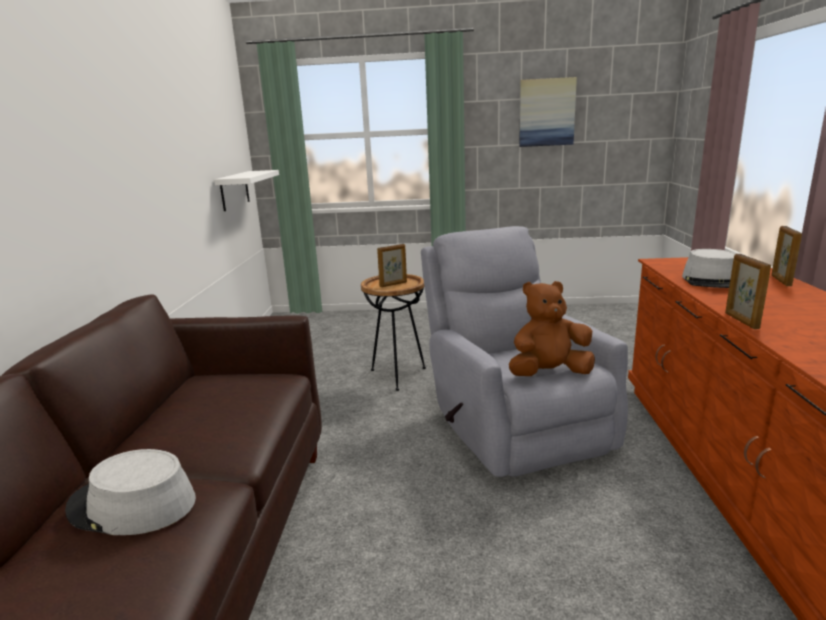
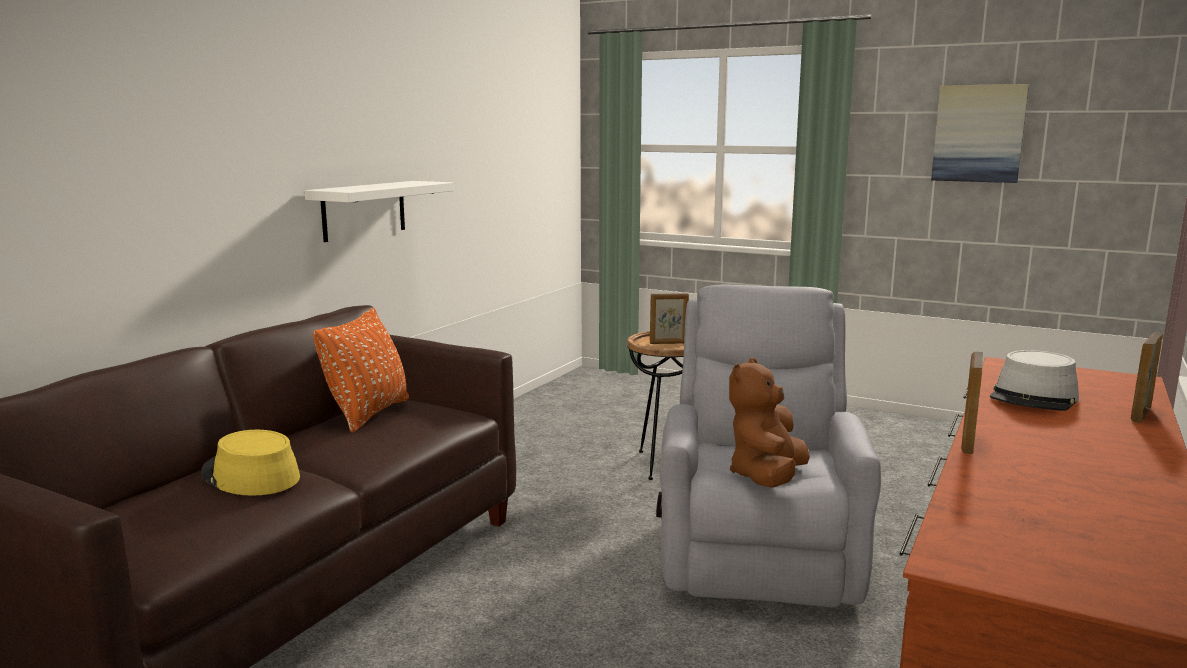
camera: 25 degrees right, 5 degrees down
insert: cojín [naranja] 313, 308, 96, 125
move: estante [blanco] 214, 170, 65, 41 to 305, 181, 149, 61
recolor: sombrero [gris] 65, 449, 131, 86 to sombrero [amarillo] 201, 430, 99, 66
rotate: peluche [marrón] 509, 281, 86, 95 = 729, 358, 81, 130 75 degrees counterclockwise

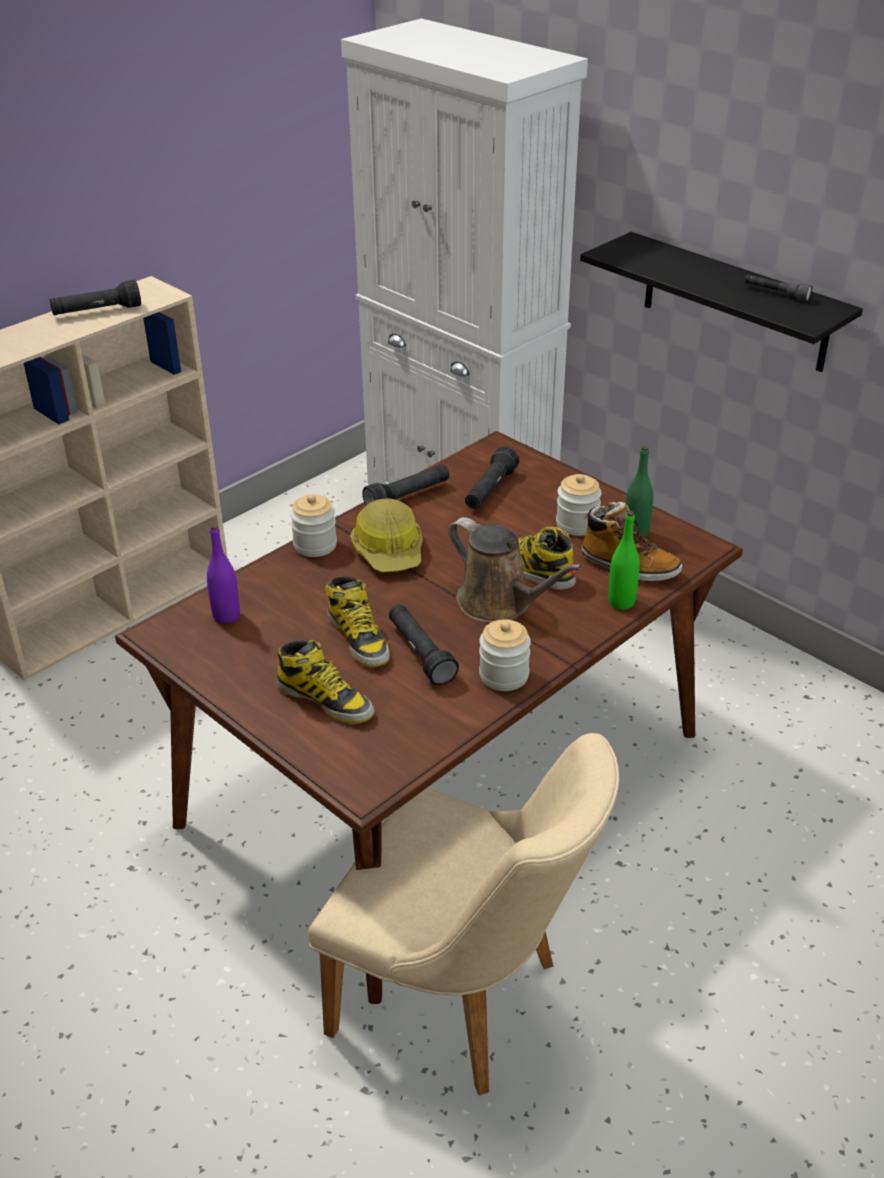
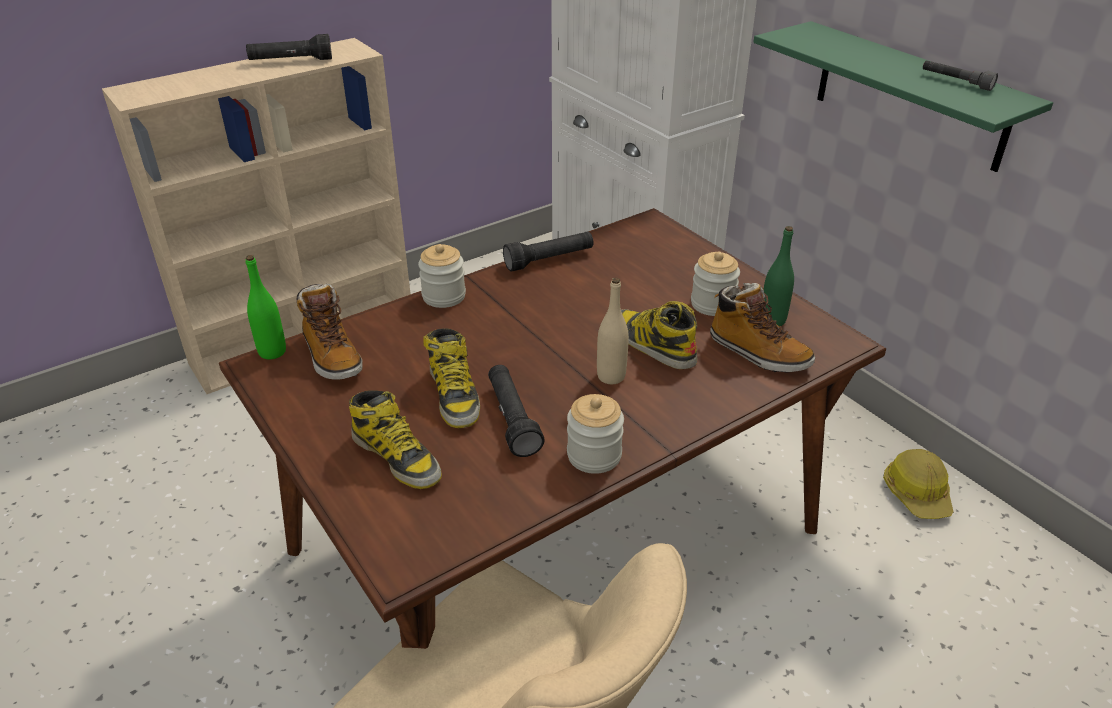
camera: 10 degrees right, 0 degrees up
delete: linterna [negro] 465, 447, 54, 62
move: casco 350, 498, 73, 74 to 883, 449, 71, 70; botella [verde] 608, 511, 32, 99 to 246, 255, 40, 104
replace: botella [morado] 207, 524, 33, 100 to bota 297, 283, 66, 97; regadera [marrón] 448, 517, 134, 106 to botella [beis] 597, 278, 32, 106
recolor: estante [negro] 580, 232, 283, 140 to estante [verde] 753, 21, 300, 151

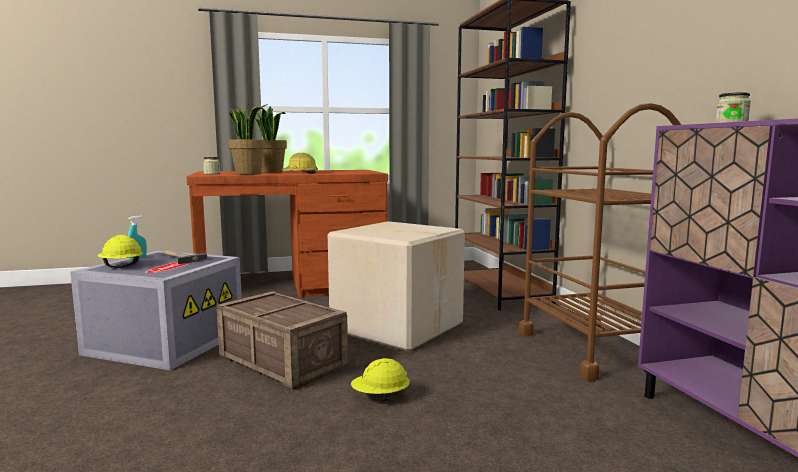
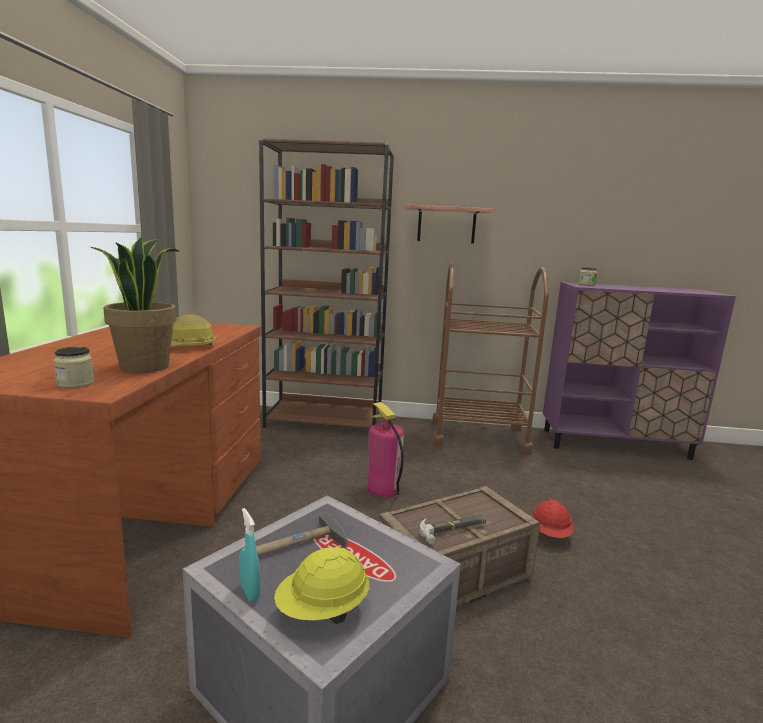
camera: 70 degrees left, 5 degrees up
delete: planta en maceta 255, 106, 32, 67
insert: estante 405, 205, 89, 39; martillo 420, 515, 66, 29
replace: caja de cartón 328, 221, 137, 130 to extintor 368, 402, 36, 95
recolor: casco [amarillo] 351, 358, 59, 44 to casco [rojo] 531, 500, 43, 38

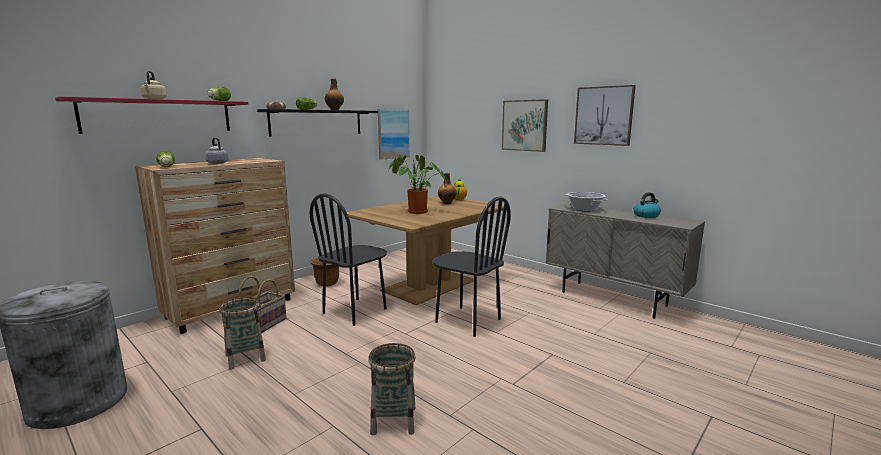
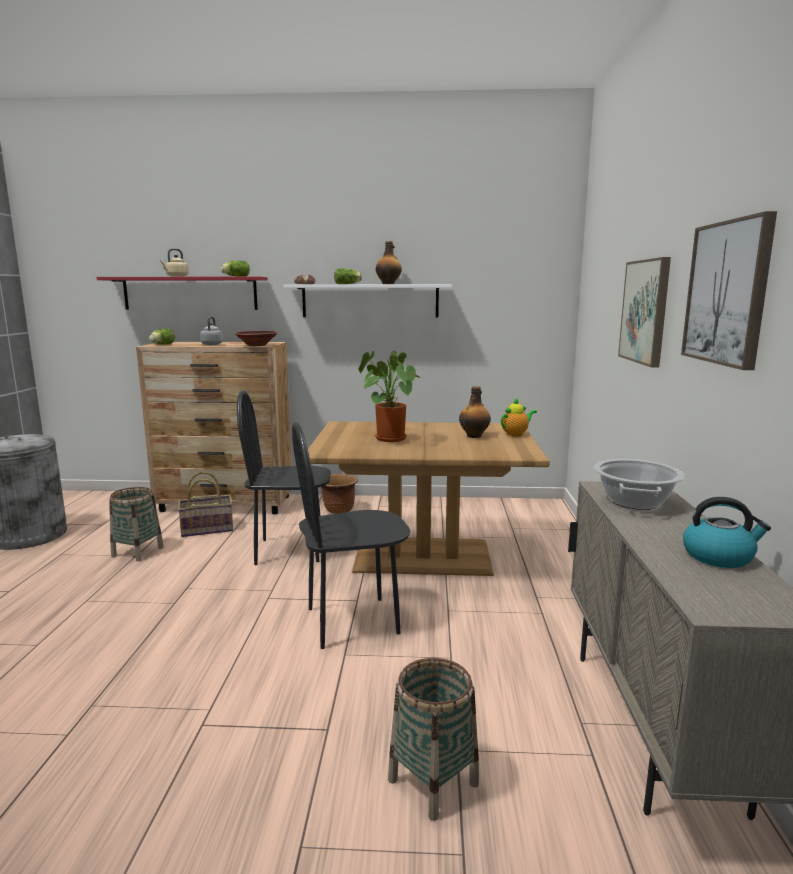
camera: 50 degrees right, 0 degrees up
delete: cuadro 378, 109, 32, 51
insert: cuenco [marrón] 235, 331, 43, 15
move: cesta 368, 343, 48, 92 to 388, 658, 91, 163
recolor: estante [negro] 257, 109, 121, 27 to estante [blanco] 284, 284, 168, 34
rotate: silla [negro] 432, 197, 79, 140 = 292, 422, 118, 227 75 degrees clockwise

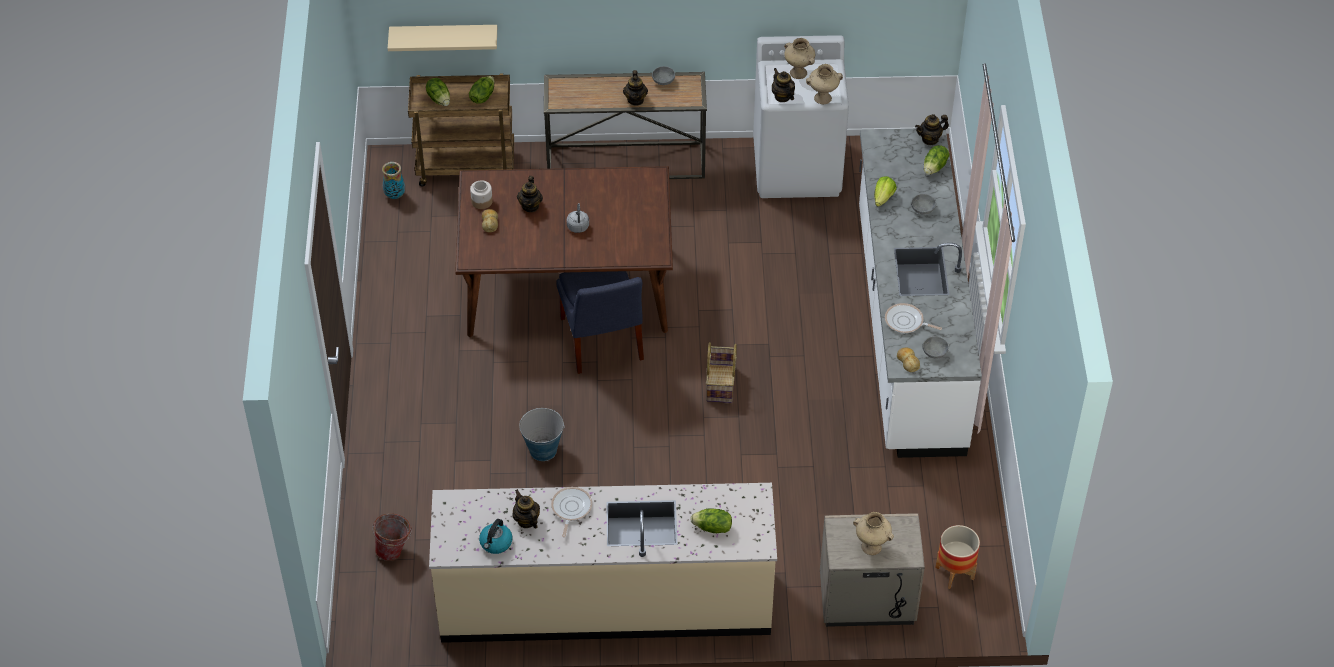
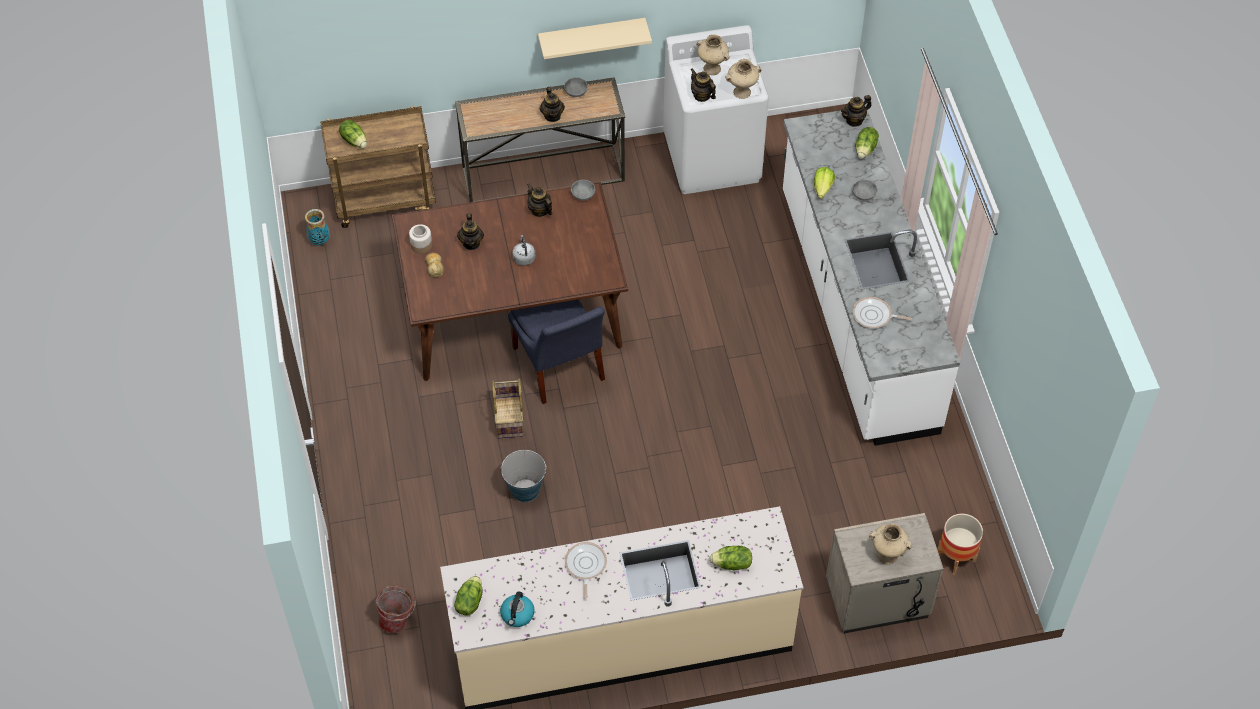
camera: 10 degrees left, 5 degrees up
delete: pan 897, 348, 23, 24
move: estante [beis] 388, 25, 109, 26 to 538, 18, 114, 41; lechuga 469, 76, 26, 28 to 454, 576, 28, 40; tetera 512, 489, 28, 39 to 527, 184, 25, 33; cesta 706, 342, 31, 61 to 492, 379, 32, 59; cuenco [gris] 922, 336, 27, 23 to 571, 180, 24, 21

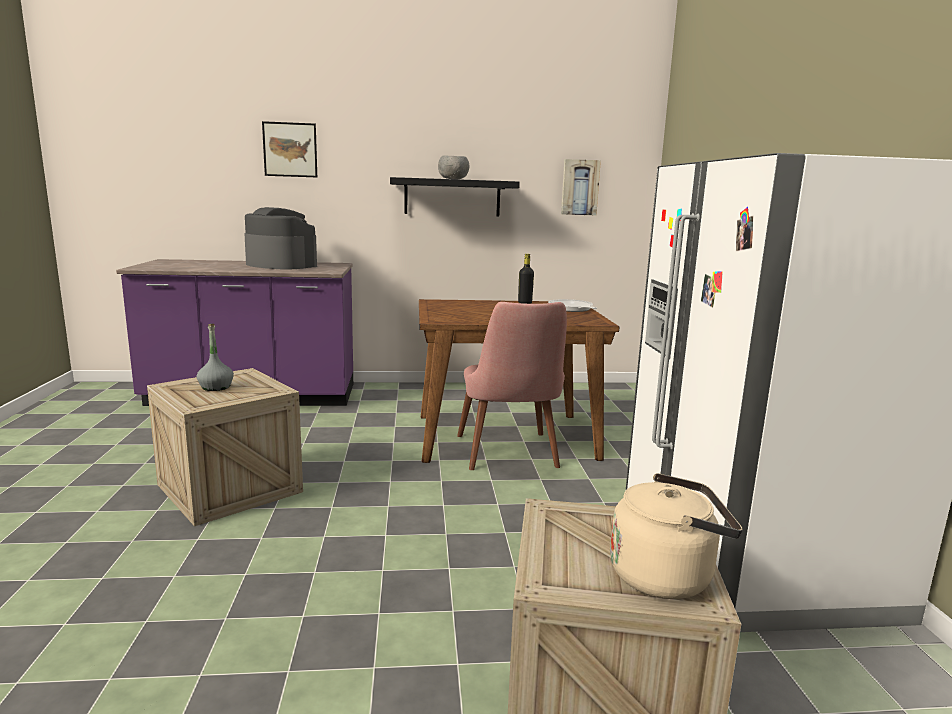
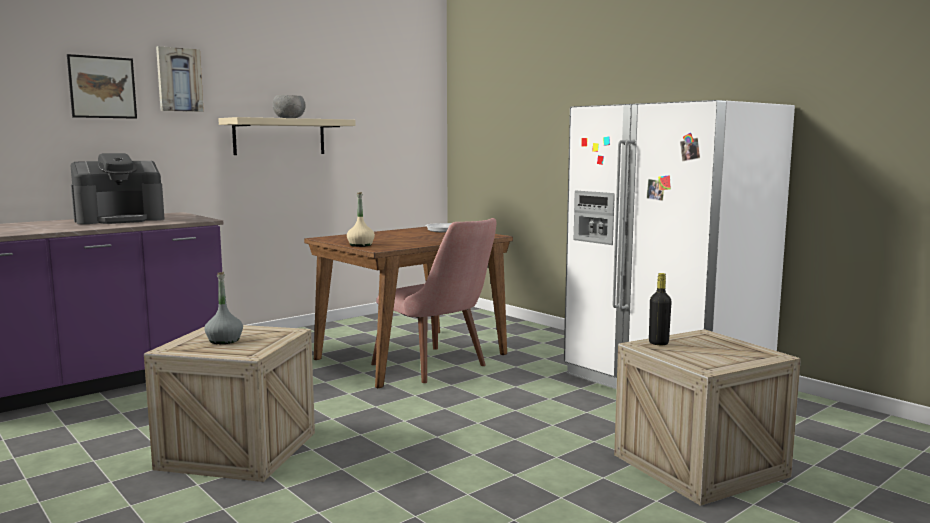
camera: 35 degrees left, 5 degrees down
delete: hervidor [beis] 610, 473, 132, 126
insert: botella [beis] 347, 192, 28, 55
move: botella [negro] 518, 254, 16, 50 to 649, 273, 23, 72; cuadro 561, 159, 40, 56 to 156, 46, 48, 66
recolor: estante [negro] 390, 177, 130, 39 to estante [beis] 218, 117, 138, 38
rotate: cafetera 244, 207, 73, 62 = 70, 153, 95, 71 150 degrees clockwise

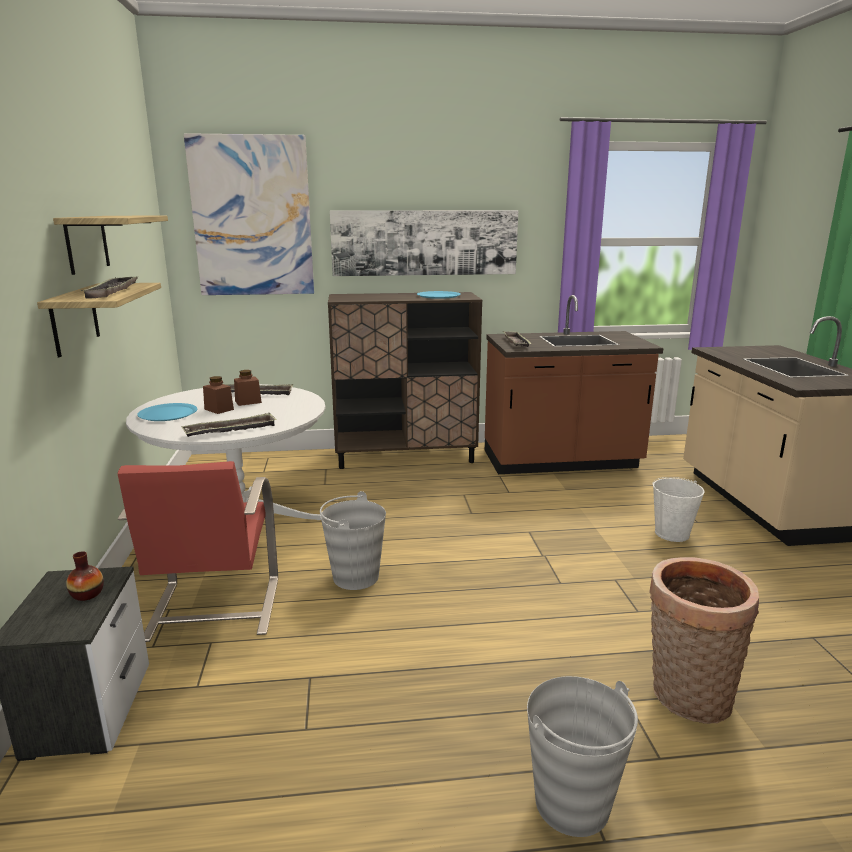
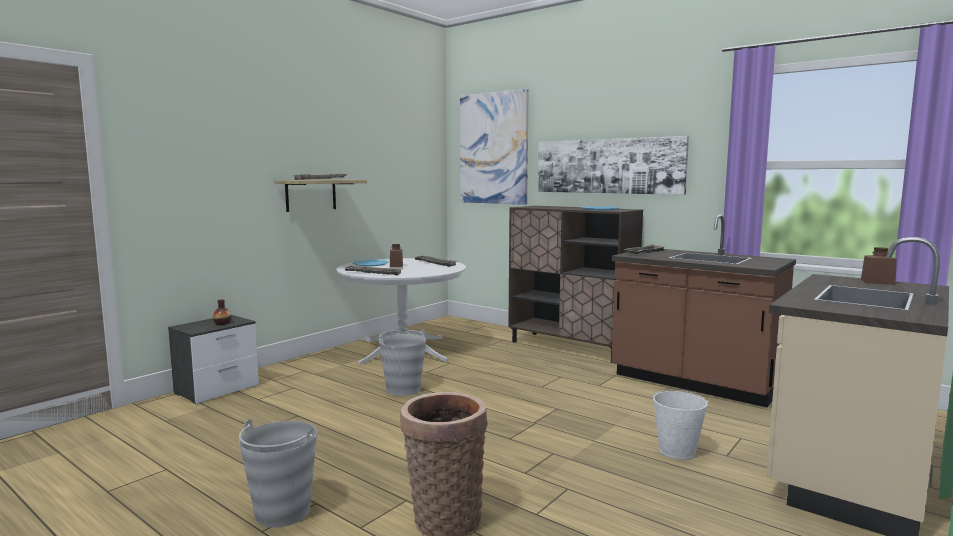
camera: 45 degrees right, 10 degrees down
delete: estante 53, 216, 115, 59; silla [rojo] 118, 461, 160, 181
move: tarro [marrón] 234, 370, 28, 36 to 861, 247, 36, 38

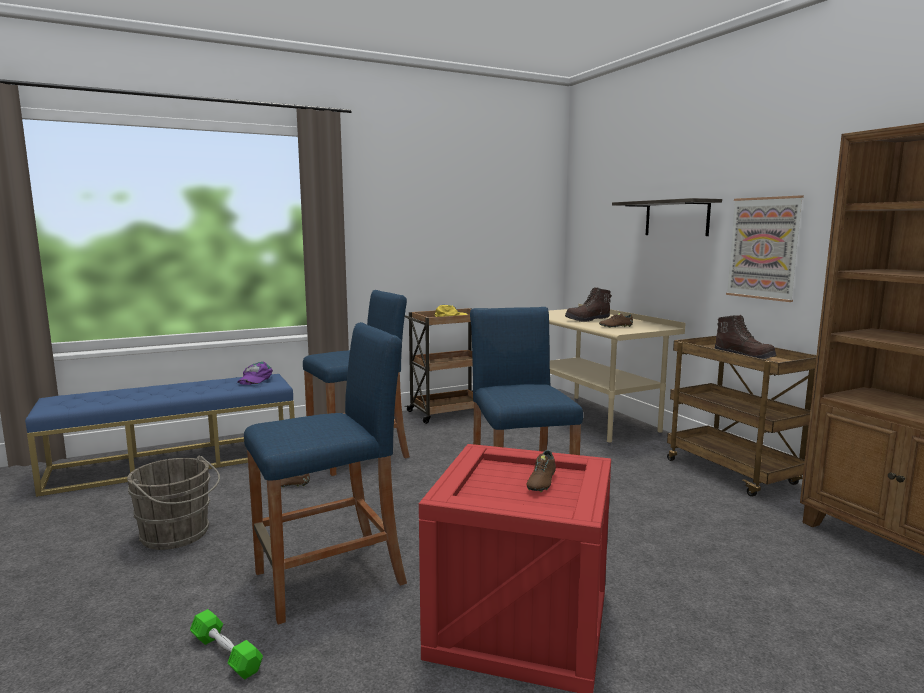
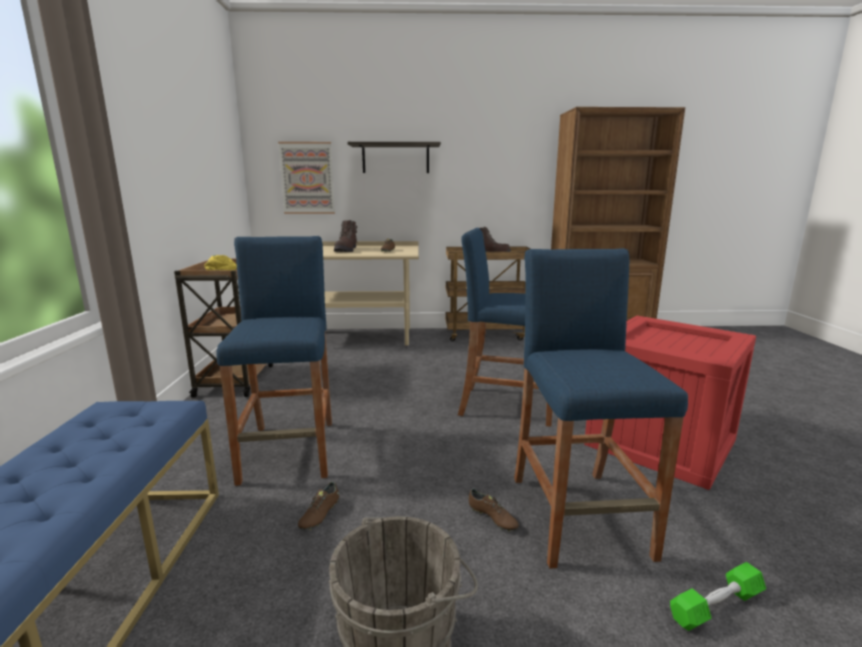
camera: 65 degrees left, 5 degrees up
delete: gorra [morado] 237, 362, 36, 23
move: zapato [marrón] 526, 450, 30, 42 to 469, 488, 50, 44; cuadro 726, 195, 78, 107 to 278, 142, 57, 72

